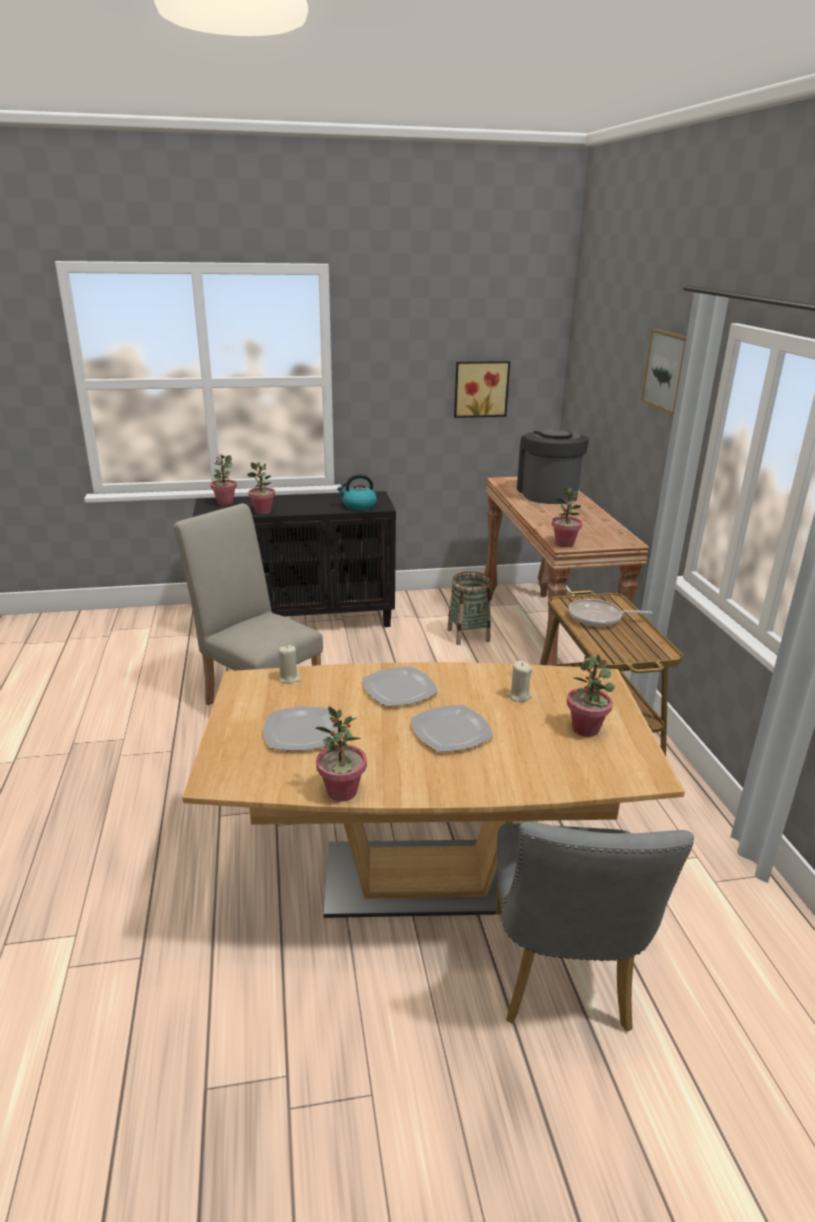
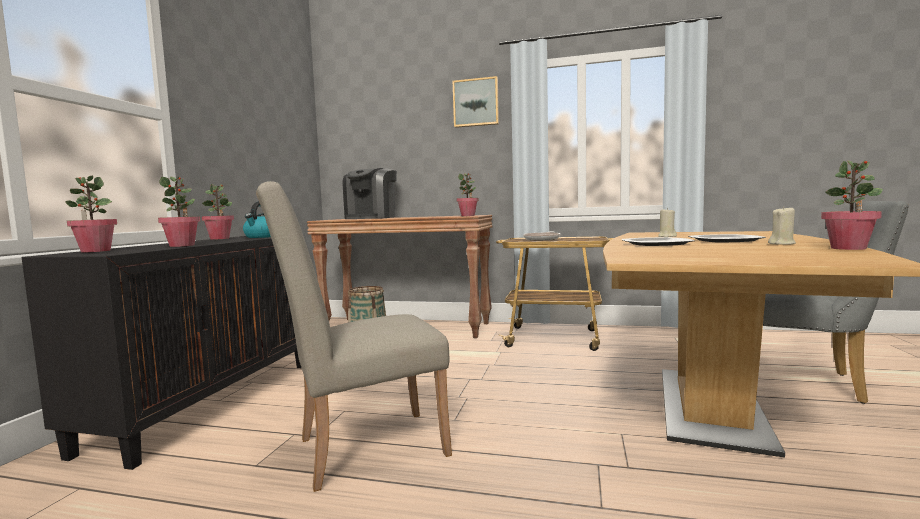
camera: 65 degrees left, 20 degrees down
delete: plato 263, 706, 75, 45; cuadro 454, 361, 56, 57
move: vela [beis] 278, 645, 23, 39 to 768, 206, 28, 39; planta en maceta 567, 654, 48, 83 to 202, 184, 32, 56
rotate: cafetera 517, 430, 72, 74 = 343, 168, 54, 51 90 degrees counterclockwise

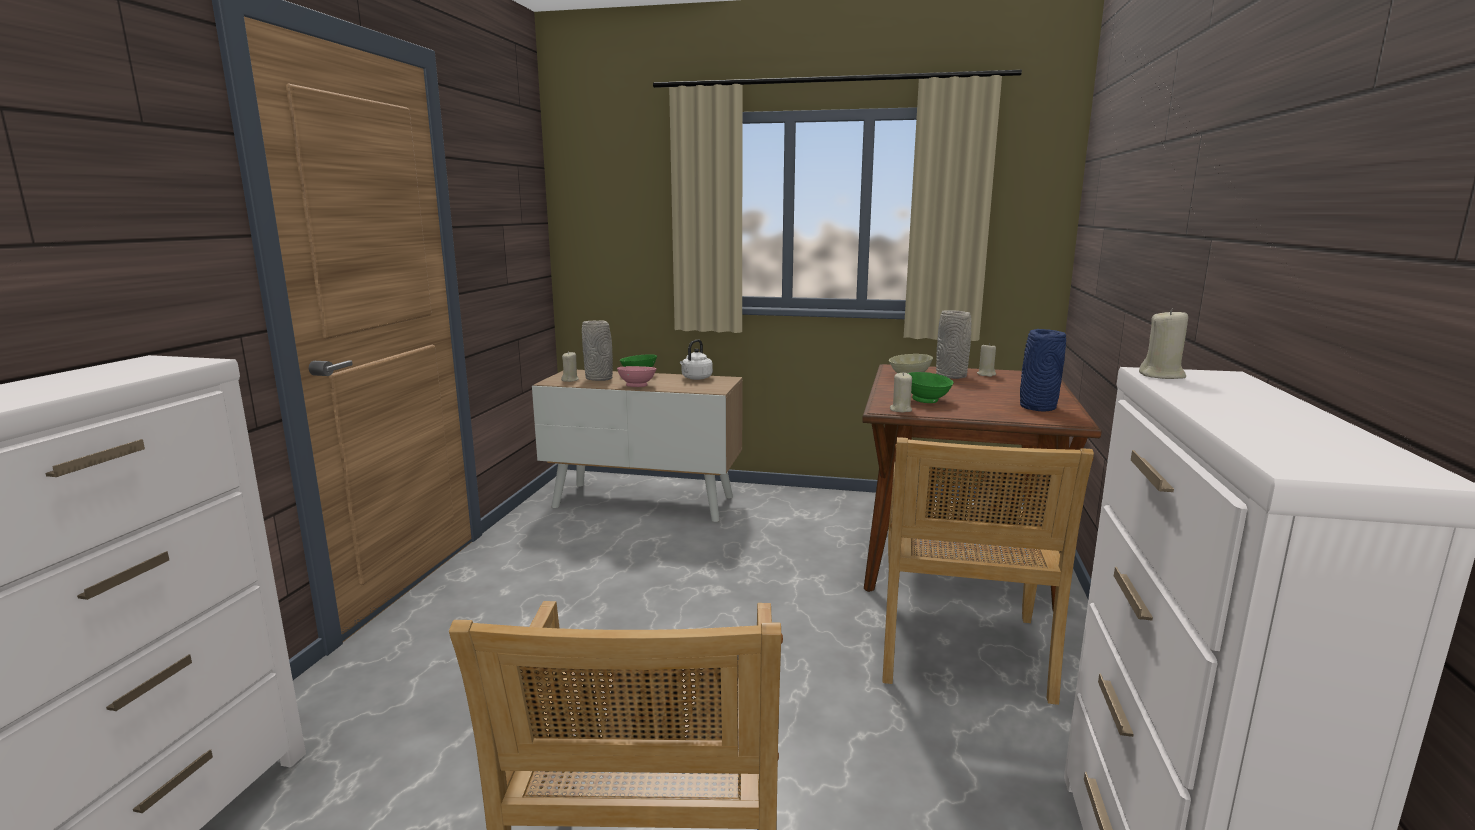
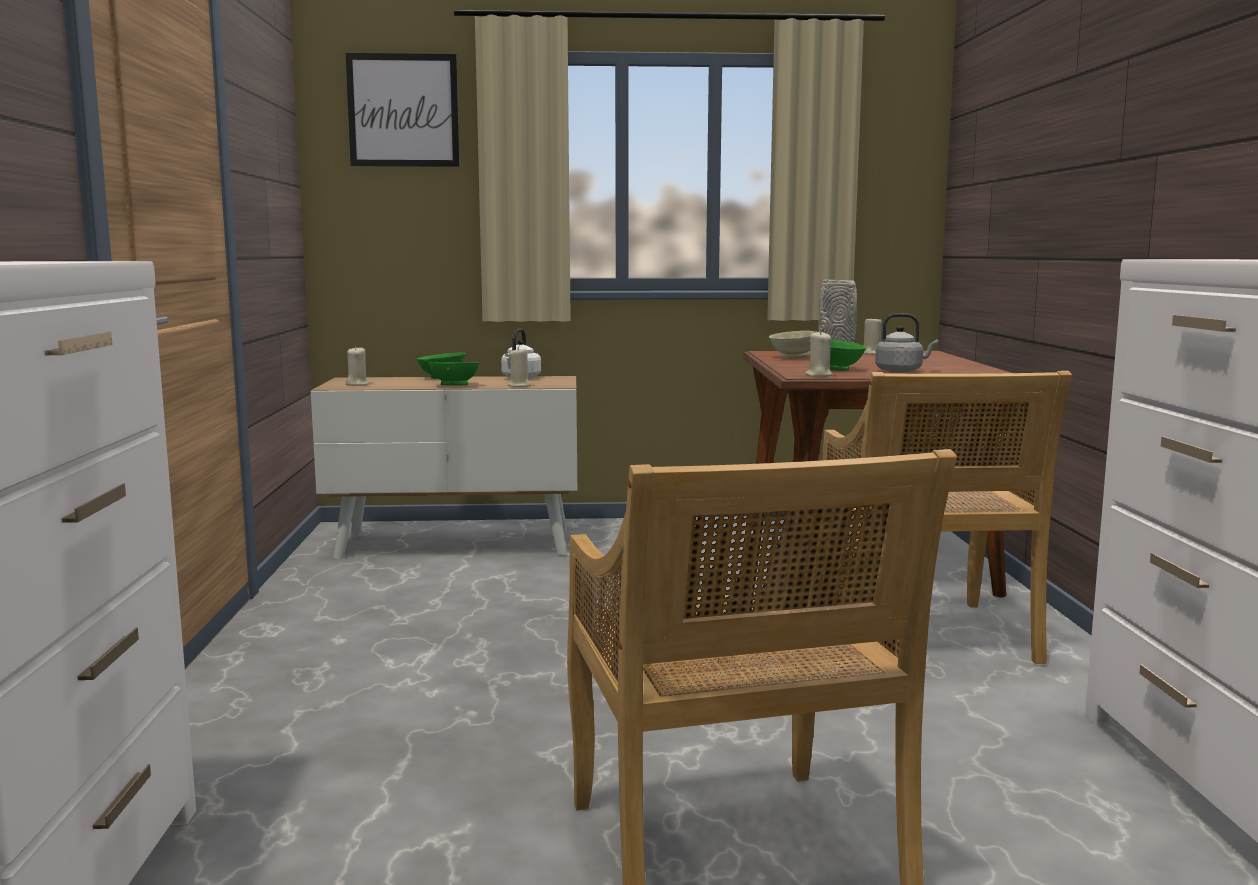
camera: 15 degrees left, 5 degrees down
delete: florero [gris] 582, 321, 31, 60; florero [azul] 1020, 329, 46, 83
insert: cuadro 346, 53, 114, 114; hervidor [gris] 875, 313, 63, 59
move: vela [beis] 1139, 308, 49, 71 to 508, 347, 23, 40
recolor: cuenco [rosa] 617, 366, 39, 21 to cuenco [verde] 428, 362, 52, 24

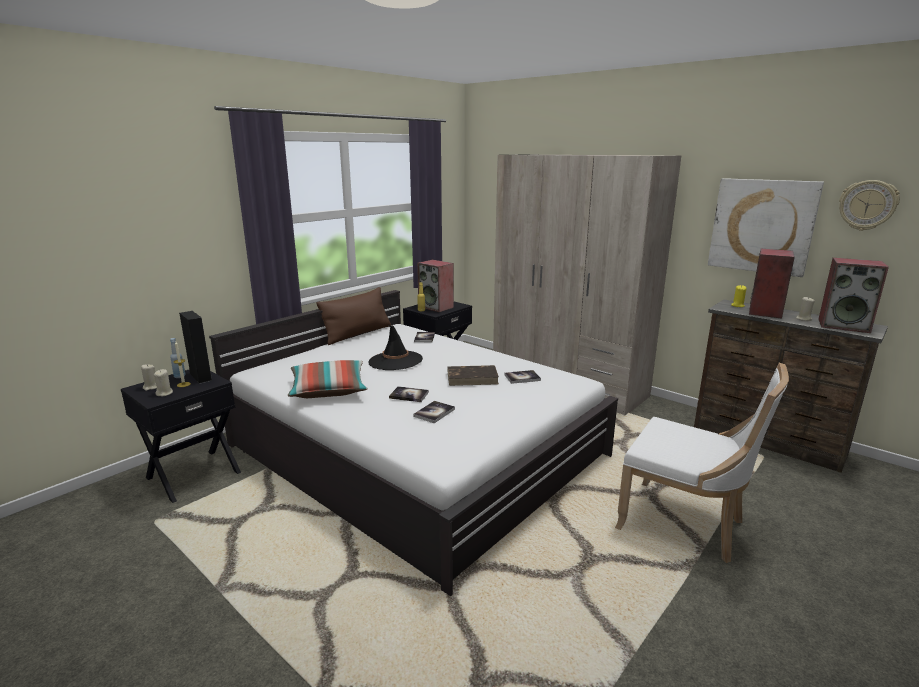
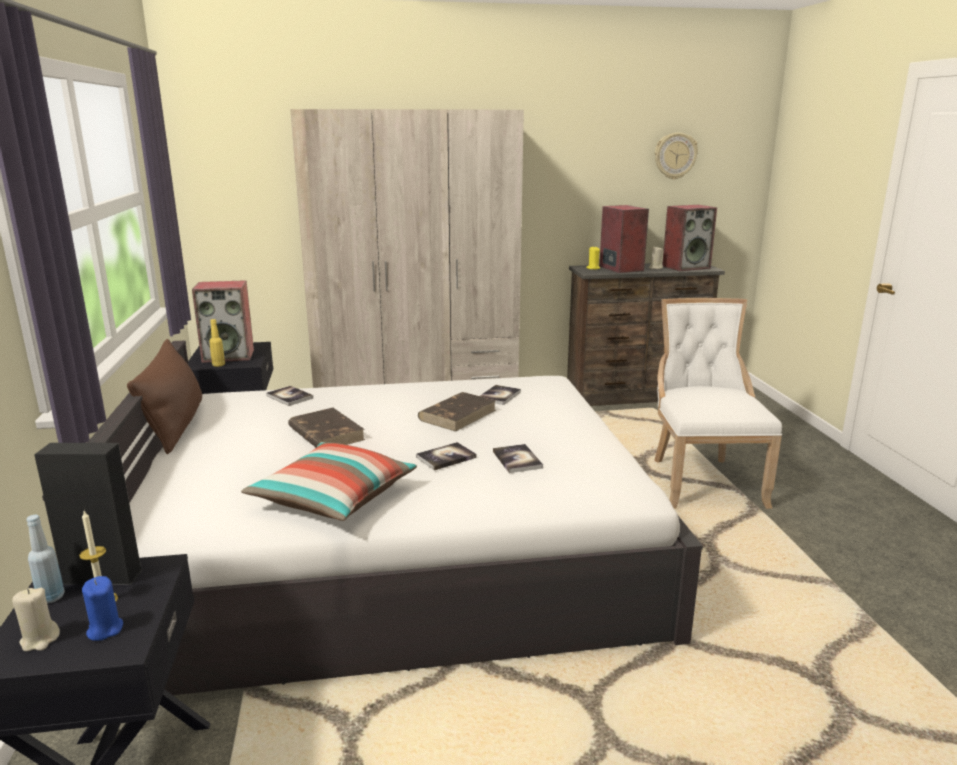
camera: 50 degrees left, 0 degrees up
delete: cuadro 708, 178, 116, 99
replace: sombrero [negro] 368, 325, 55, 45 to libro [marrón] 288, 408, 77, 39
recolor: vela [beis] 154, 369, 19, 27 to vela [azul] 82, 576, 41, 65
rotate: silla [blanco] 615, 363, 174, 200 = 654, 298, 128, 211 75 degrees counterclockwise

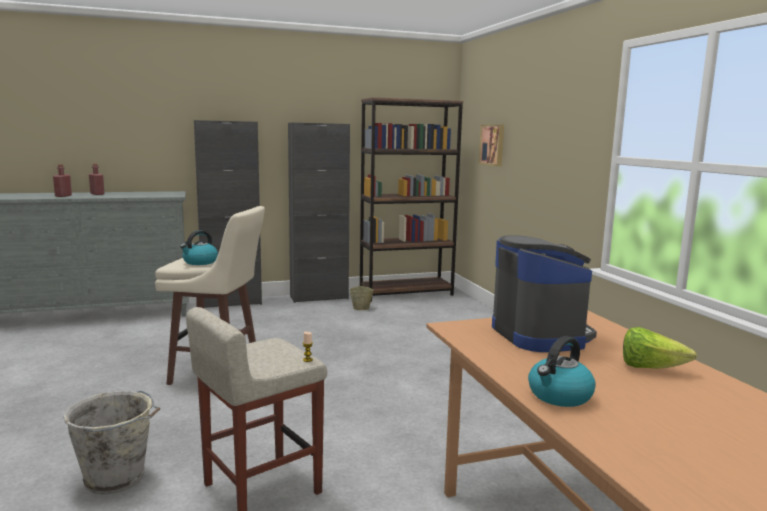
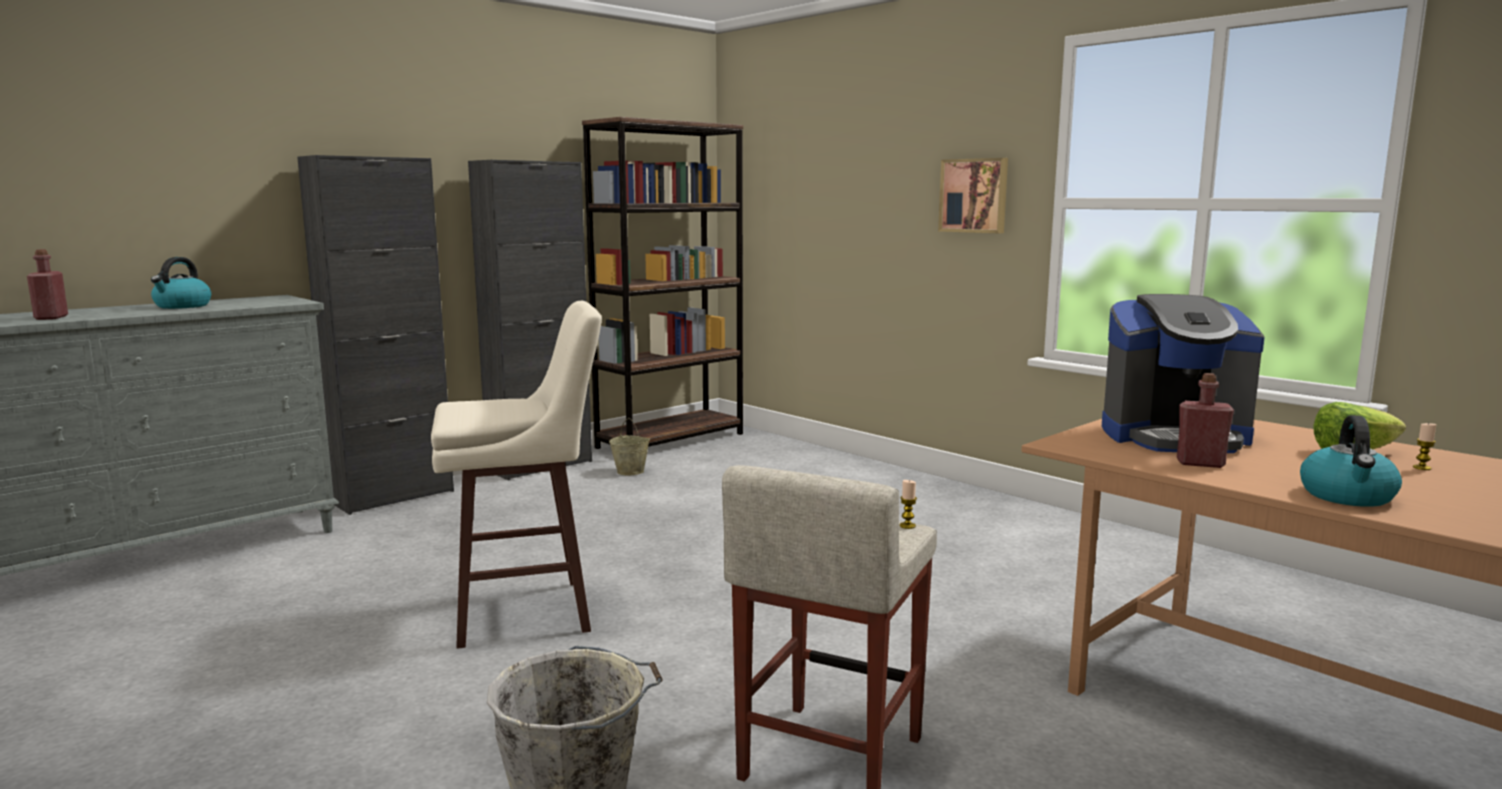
camera: 25 degrees left, 0 degrees up
insert: vela 1413, 423, 23, 47
move: botella [rojo] 89, 163, 16, 32 to 1177, 373, 57, 95; hervidor 180, 230, 38, 35 to 151, 257, 60, 52; cuadro 479, 125, 25, 41 to 938, 158, 70, 75
rotate: cafetera 492, 235, 105, 117 = 1102, 294, 163, 159 135 degrees clockwise

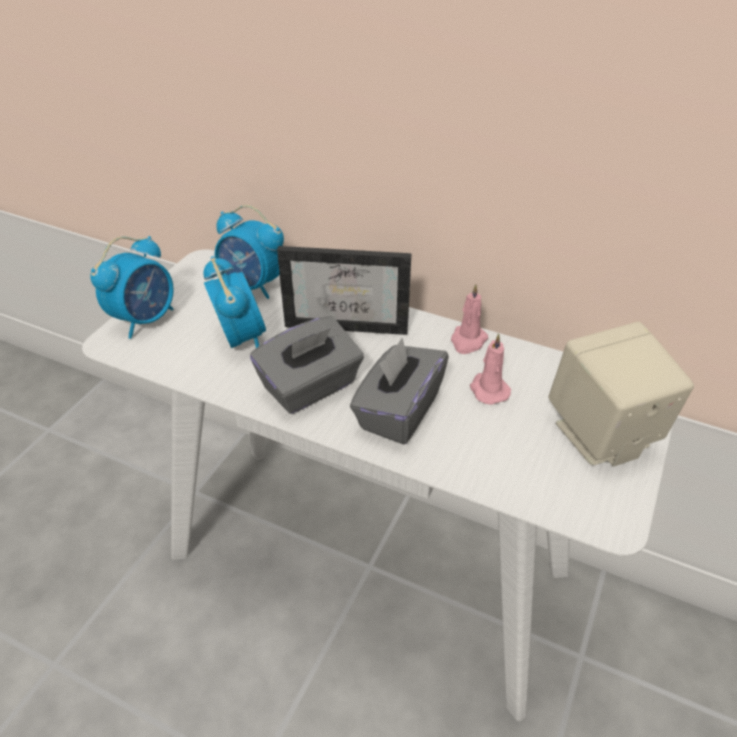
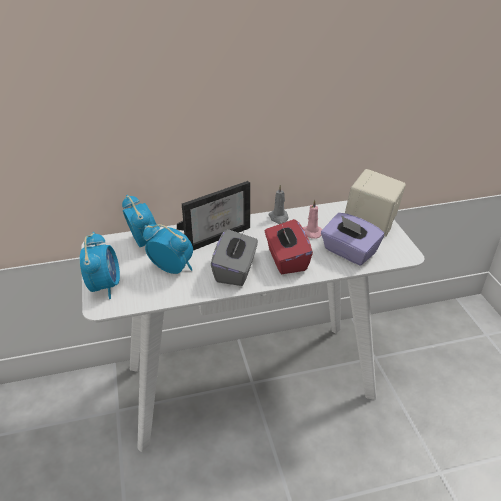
camera: 40 degrees left, 5 degrees down
insert: caja de pañuelos [morado] 321, 213, 63, 53
recolor: caja de pañuelos [gris] 350, 338, 99, 107 to caja de pañuelos [rojo] 265, 219, 48, 55; vela [rosa] 451, 284, 37, 70 to vela [gris] 268, 185, 21, 39
rotate: despertador 215, 205, 69, 94 = 122, 195, 35, 52 105 degrees counterclockwise

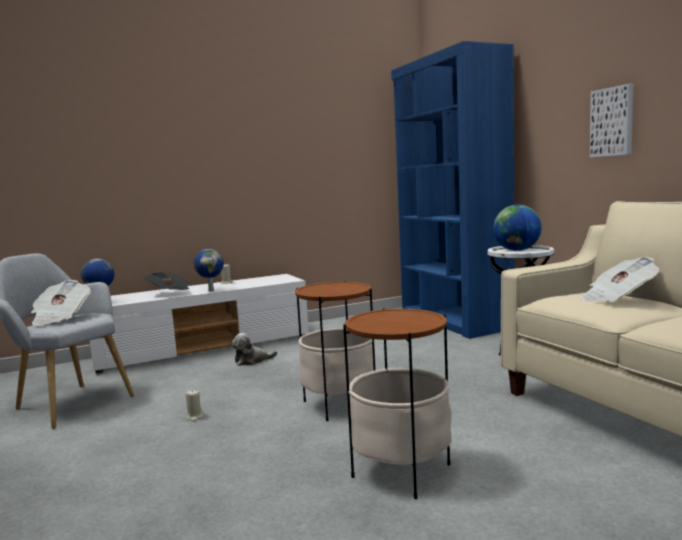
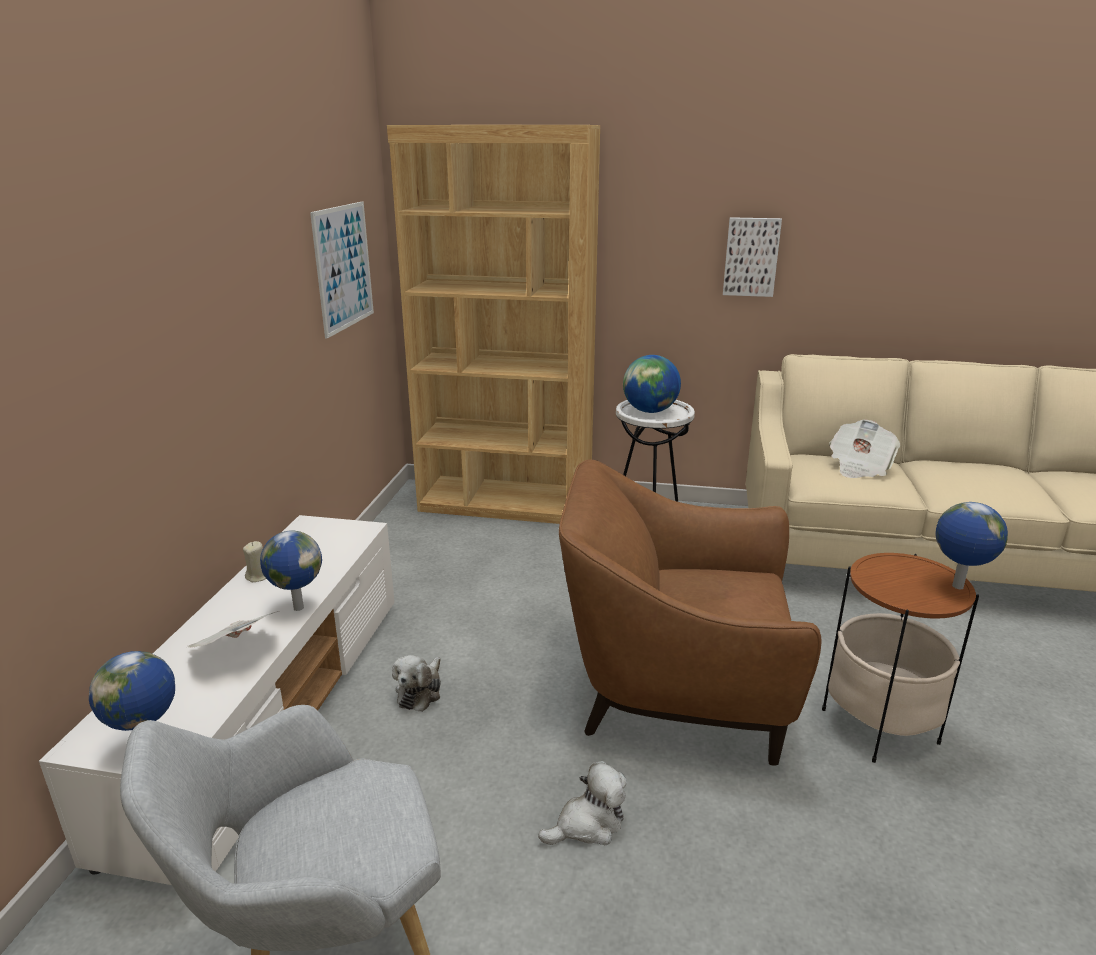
camera: 55 degrees left, 15 degrees up
delete: periódico 31, 280, 60, 46
insert: cuadro 310, 202, 64, 137; globo terráqueo 935, 502, 73, 87
replace: vela [beis] 185, 390, 19, 31 to peluche 538, 761, 89, 84; mesa auxiliar 295, 281, 80, 140 to sillón [marrón] 559, 459, 262, 307
recolor: estantería [azul] 391, 41, 124, 298 to estantería [marrón] 387, 125, 213, 399

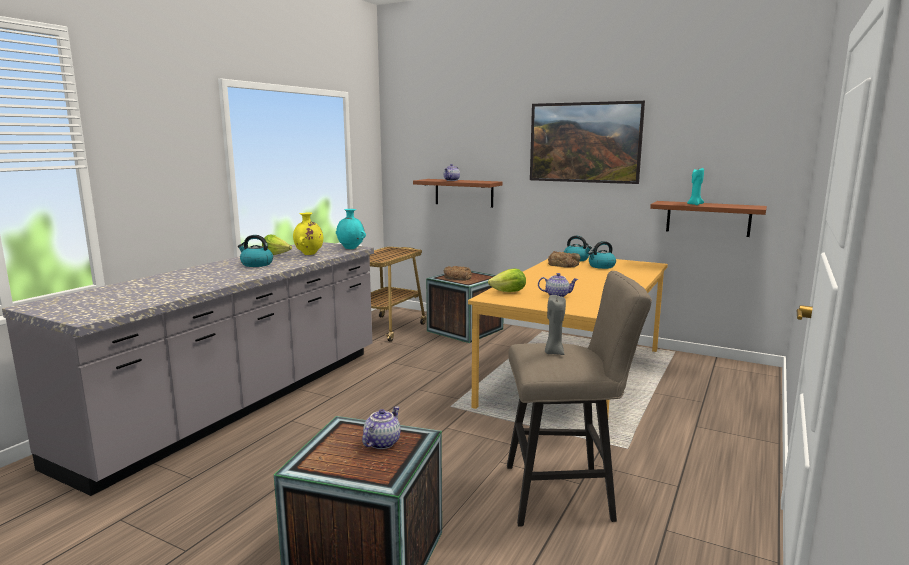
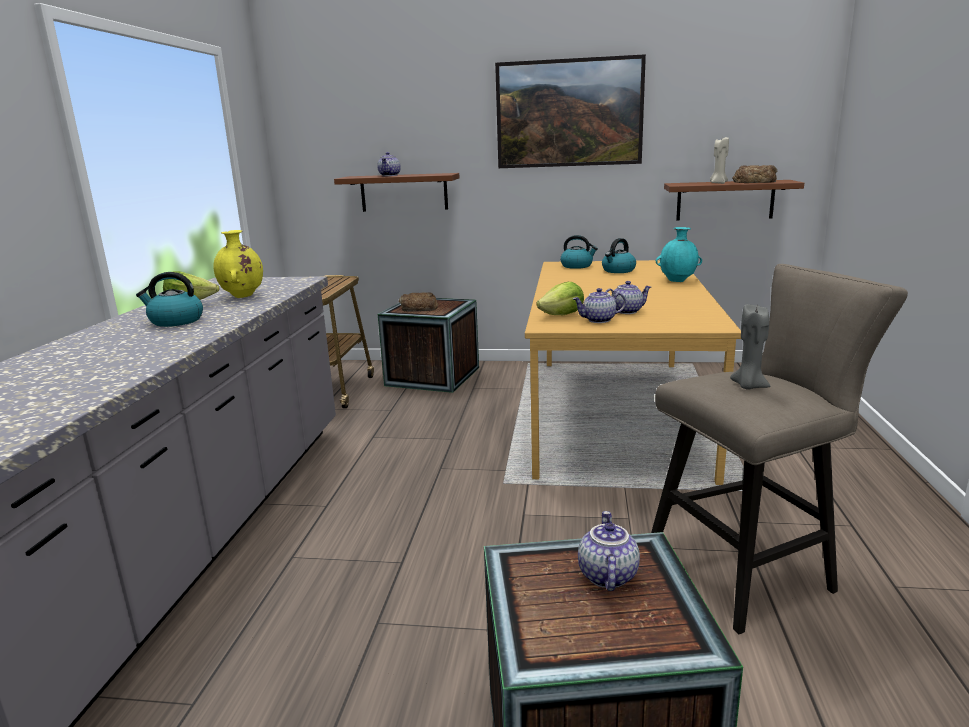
camera: 20 degrees left, 5 degrees up
insert: tetera 573, 288, 53, 35
move: florero [turquesa] 336, 209, 30, 40 to 656, 227, 46, 55; pan 548, 251, 33, 17 to 732, 165, 45, 18
recolor: vela [turquesa] 687, 167, 17, 38 to vela [beis] 710, 137, 19, 47

